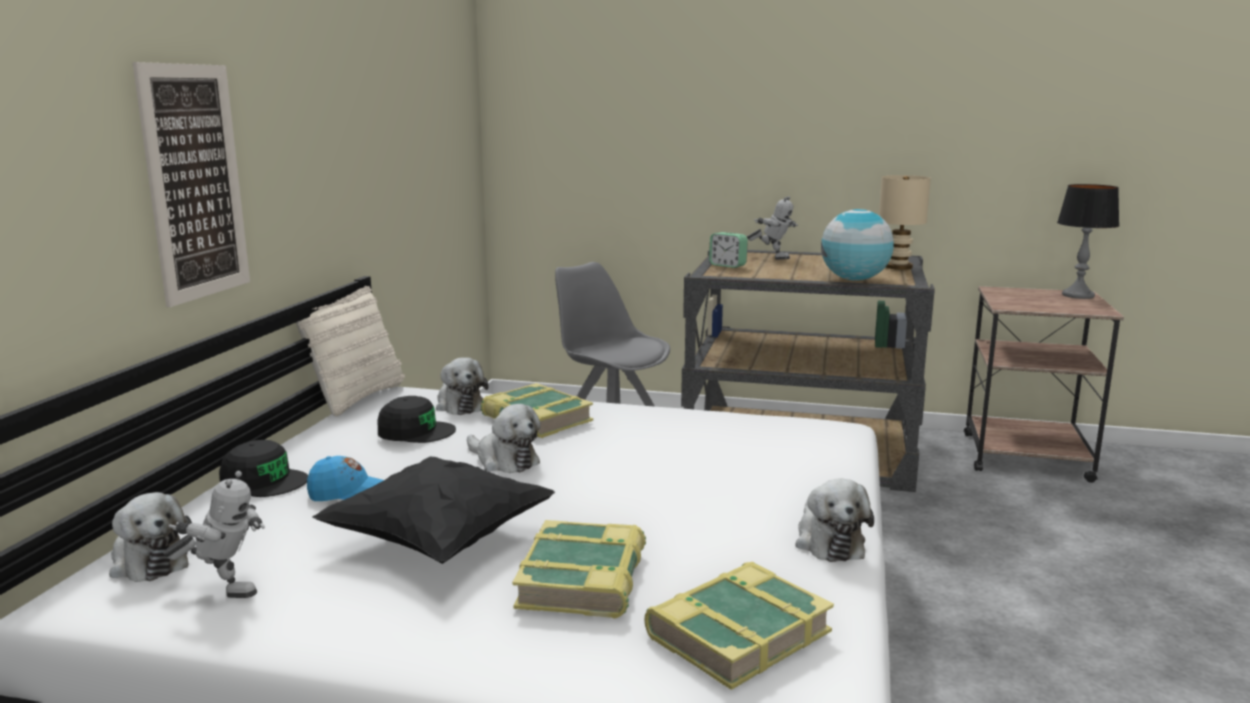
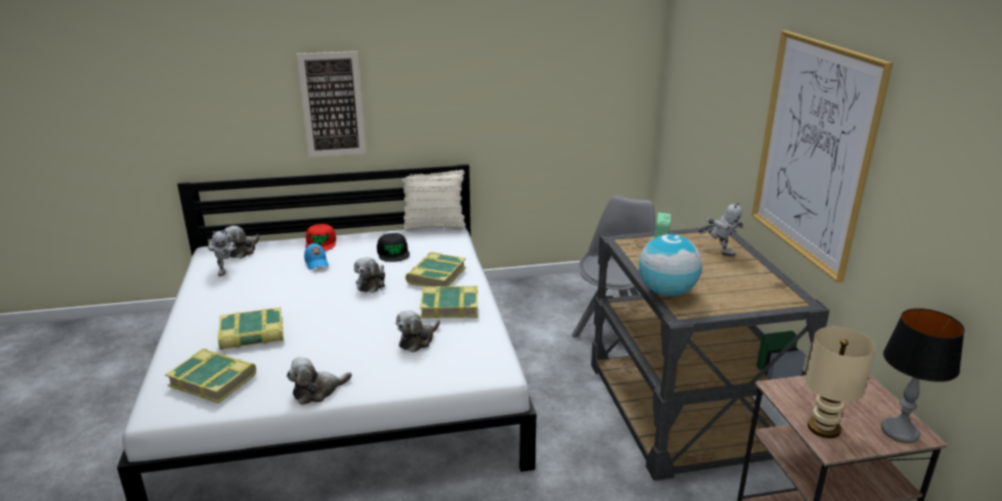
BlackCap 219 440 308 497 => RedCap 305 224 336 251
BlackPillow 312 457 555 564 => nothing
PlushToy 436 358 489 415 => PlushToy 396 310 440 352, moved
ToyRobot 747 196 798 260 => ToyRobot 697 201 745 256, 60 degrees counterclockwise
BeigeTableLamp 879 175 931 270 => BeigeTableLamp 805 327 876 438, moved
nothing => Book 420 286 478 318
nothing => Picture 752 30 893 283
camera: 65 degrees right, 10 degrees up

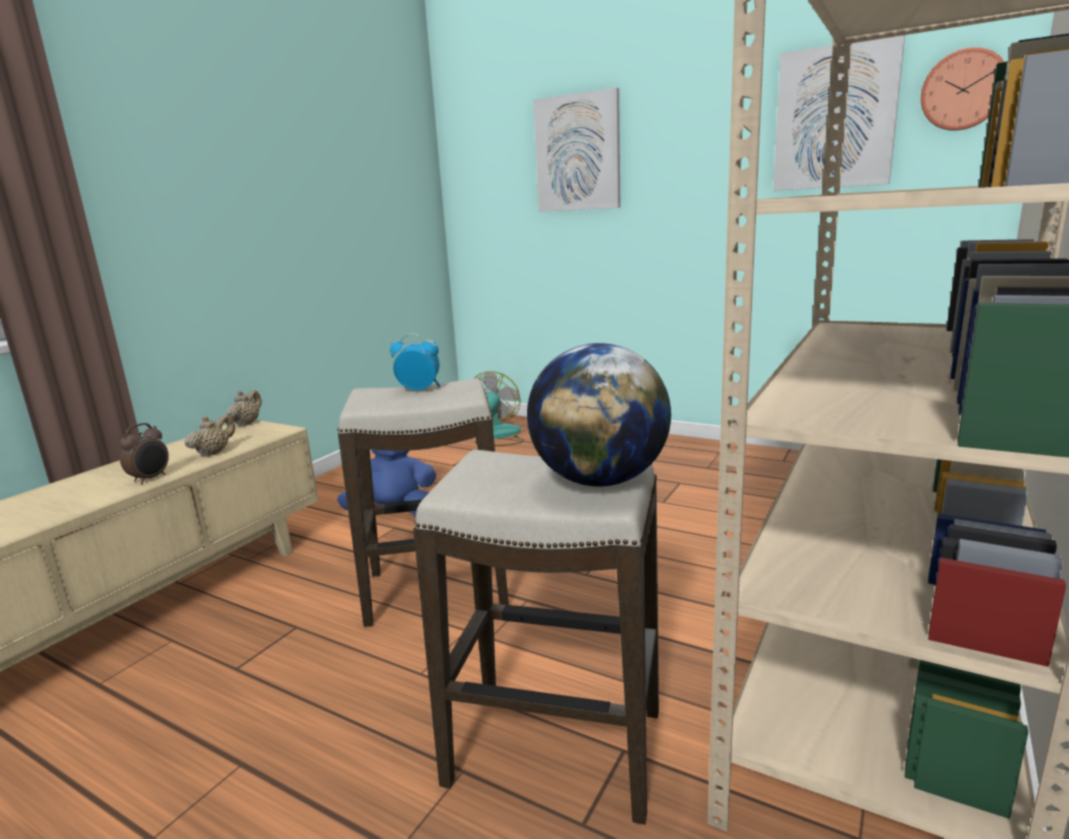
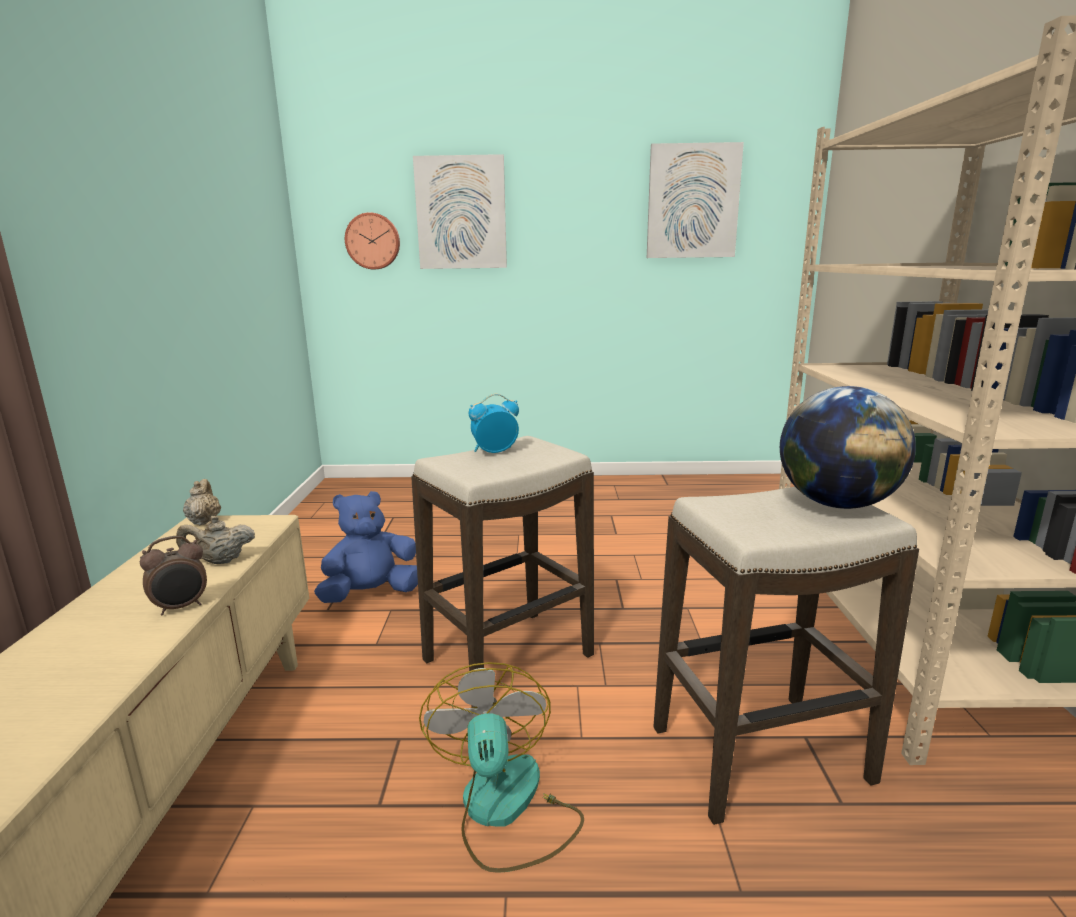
AlarmClock 120 423 169 484 => AlarmClock 140 536 207 615, 60 degrees clockwise
BeigeTeapot 185 414 235 456 => BeigeTeapot 176 516 255 564, 105 degrees counterclockwise
Fan 475 372 524 446 => Fan 419 662 584 873, moved
WallClock 921 47 1004 131 => WallClock 345 212 400 269, moved
camera: 30 degrees left, 0 degrees up

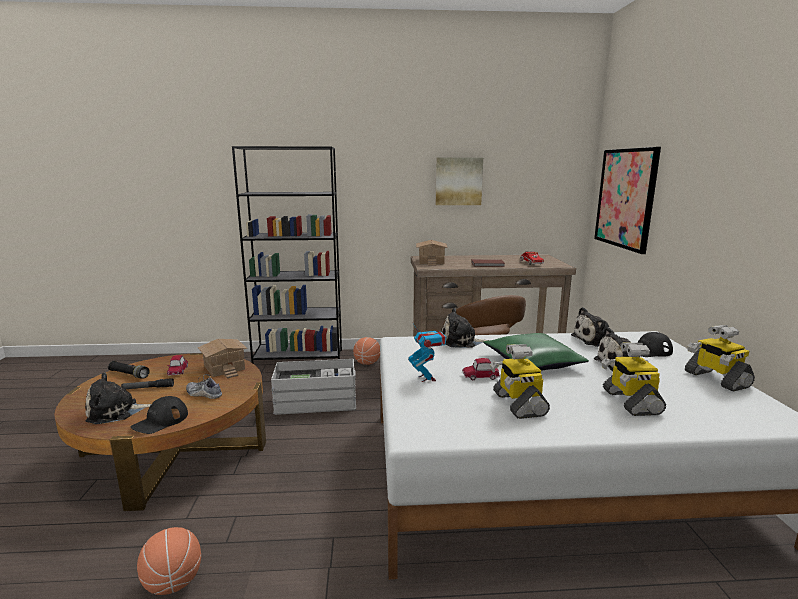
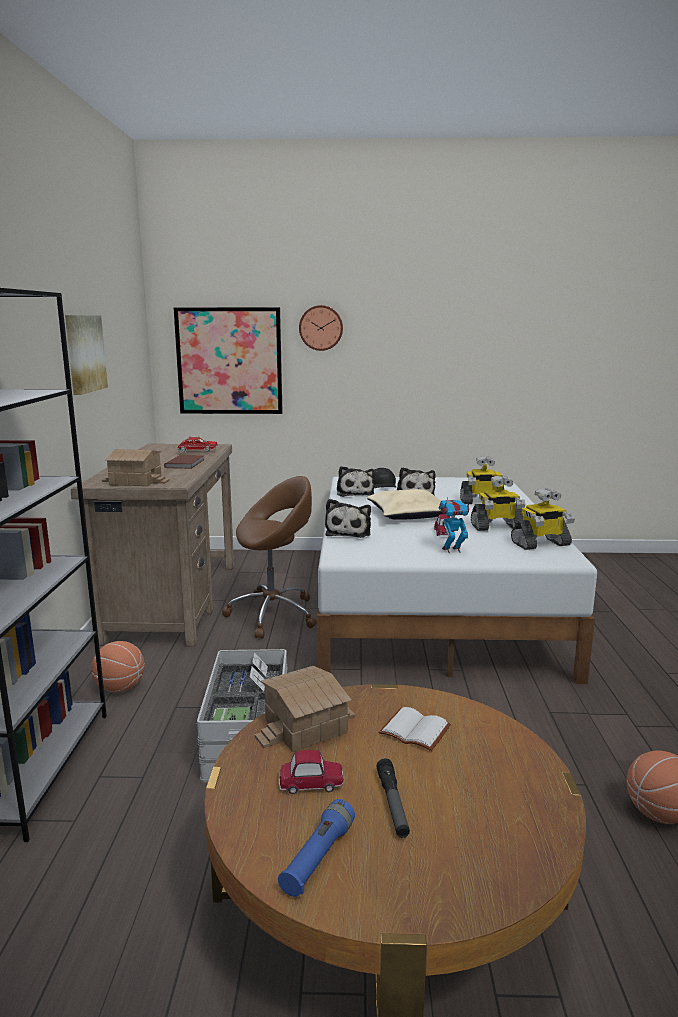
PlushToy 85 372 151 424 => nothing
BlackFlashlight 108 361 150 378 => BlueFlashlight 278 799 355 897
BlackCap 131 396 188 434 => nothing
Shoe 186 374 222 399 => WhiteBook 379 707 451 751
GreenPillow 483 333 589 371 => BeigePillow 367 489 443 520
ToyRobot 685 325 755 391 => ToyRobot 511 488 575 550, moved
nothing => WallClock 299 305 343 351
camera: 85 degrees left, 0 degrees up

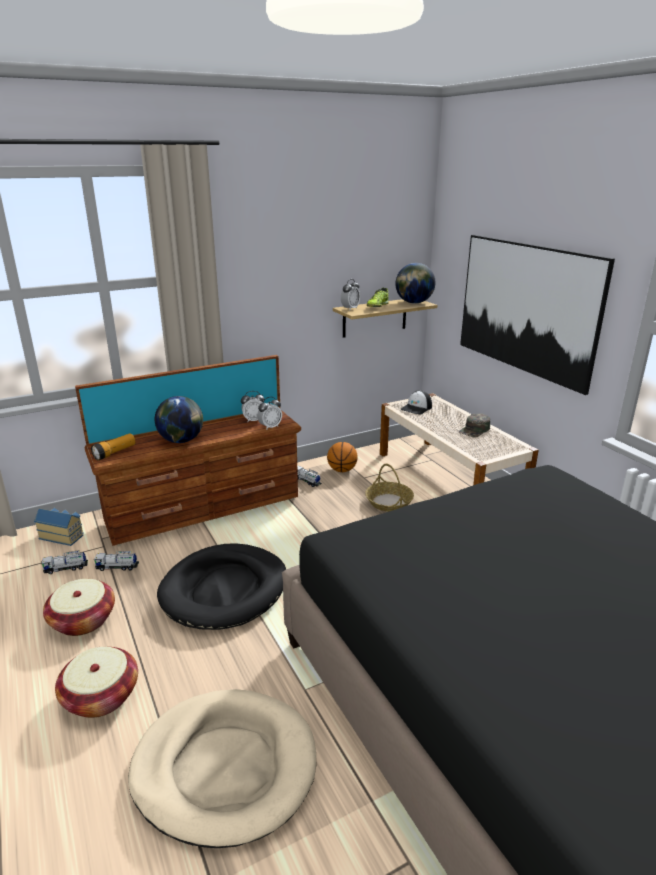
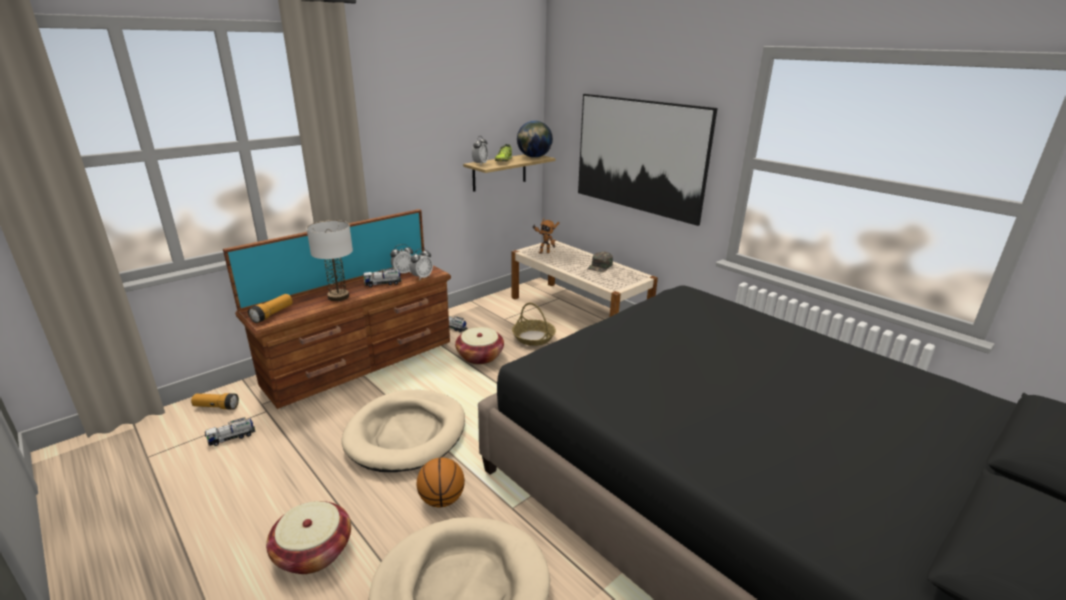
ToyHouse 34 508 84 546 => Flashlight 191 393 239 410
Basket 43 579 115 636 => Basket 455 327 504 365, moved
ToyTruck 94 551 139 571 => ToyTruck 363 268 402 287, moved
Globe 155 396 203 443 => TableLamp 306 220 353 301
BlackDogBed 157 543 286 630 => BeigeDogBed 341 390 465 472
Basketball 327 442 358 472 => Basketball 417 457 465 507, moved
Cap 401 390 432 415 => ToyRobot 532 218 559 254
camera: 15 degrees left, 0 degrees up

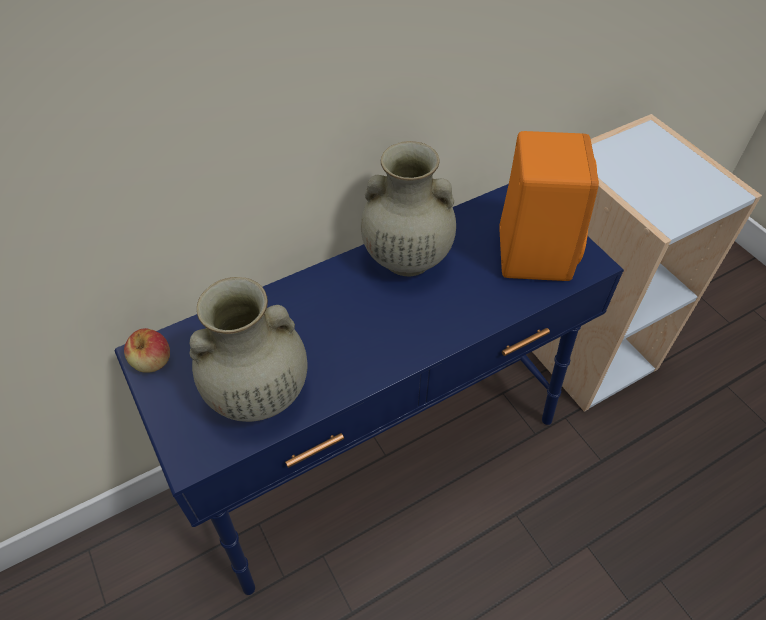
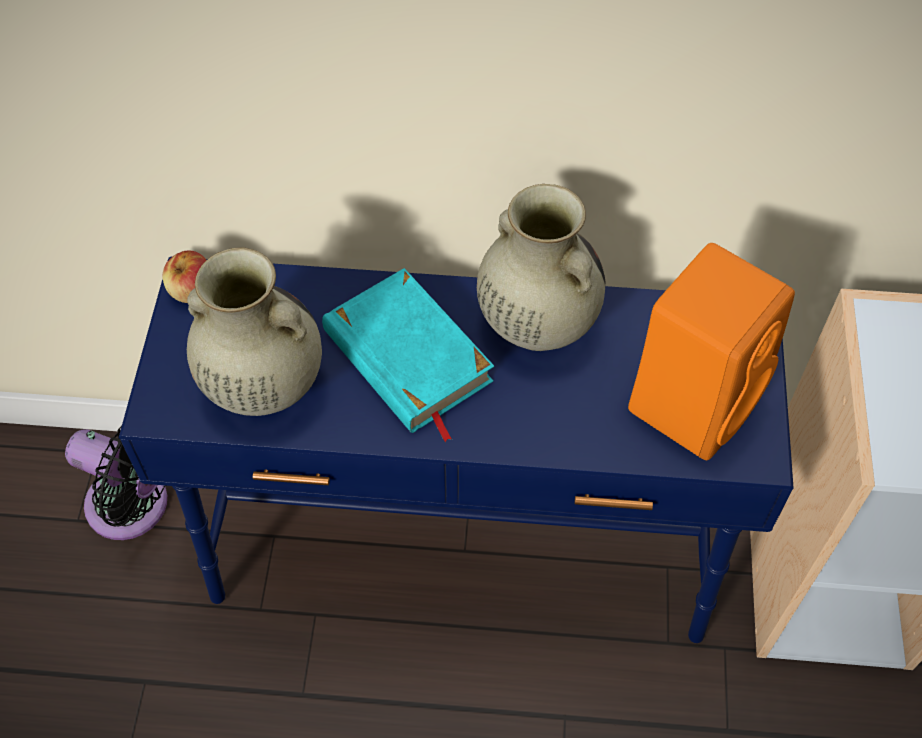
nothing => BlackFan 65 426 167 540
nothing => TurquoiseBook 322 268 494 443
camera: 35 degrees right, 5 degrees up

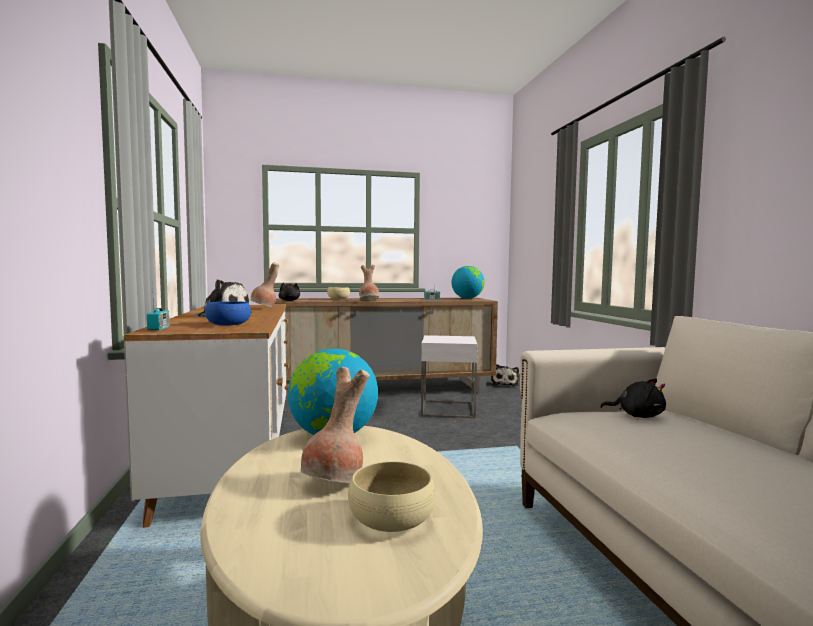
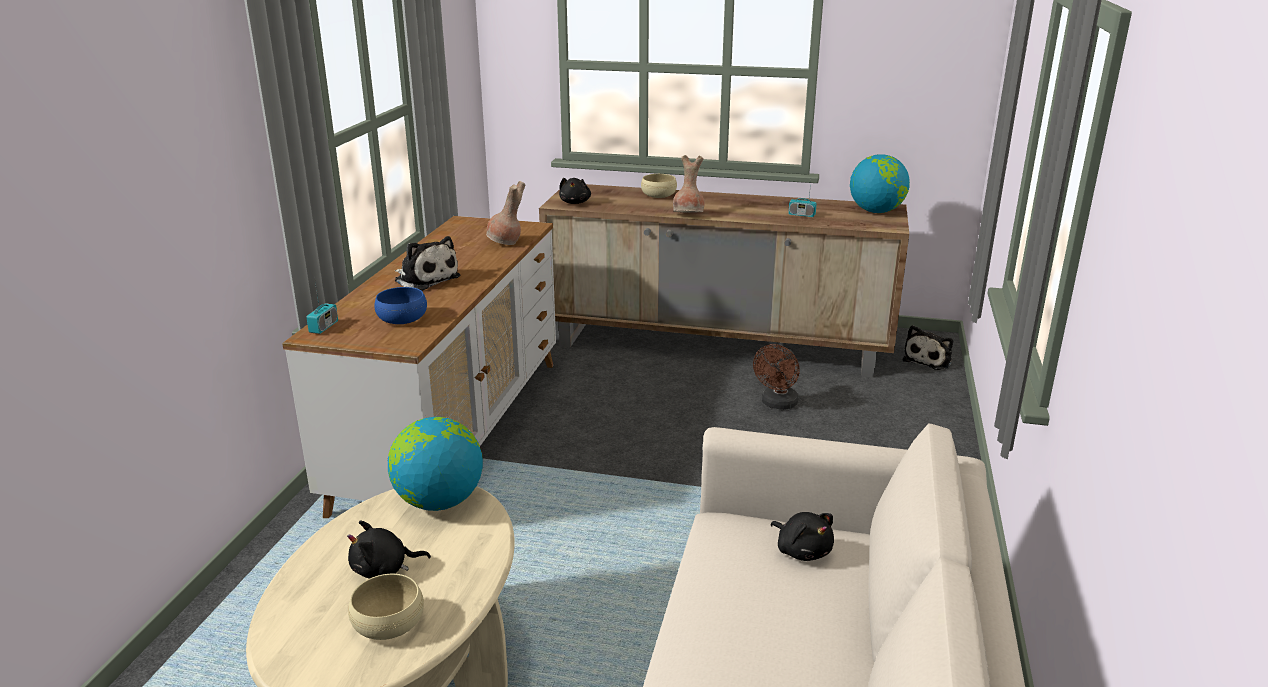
BrownVase 300 367 370 483 => BlackPlushToy 347 521 431 579
WhiteSideTable 421 335 477 418 => BrownFan 753 344 800 410
camera: 25 degrees right, 20 degrees up

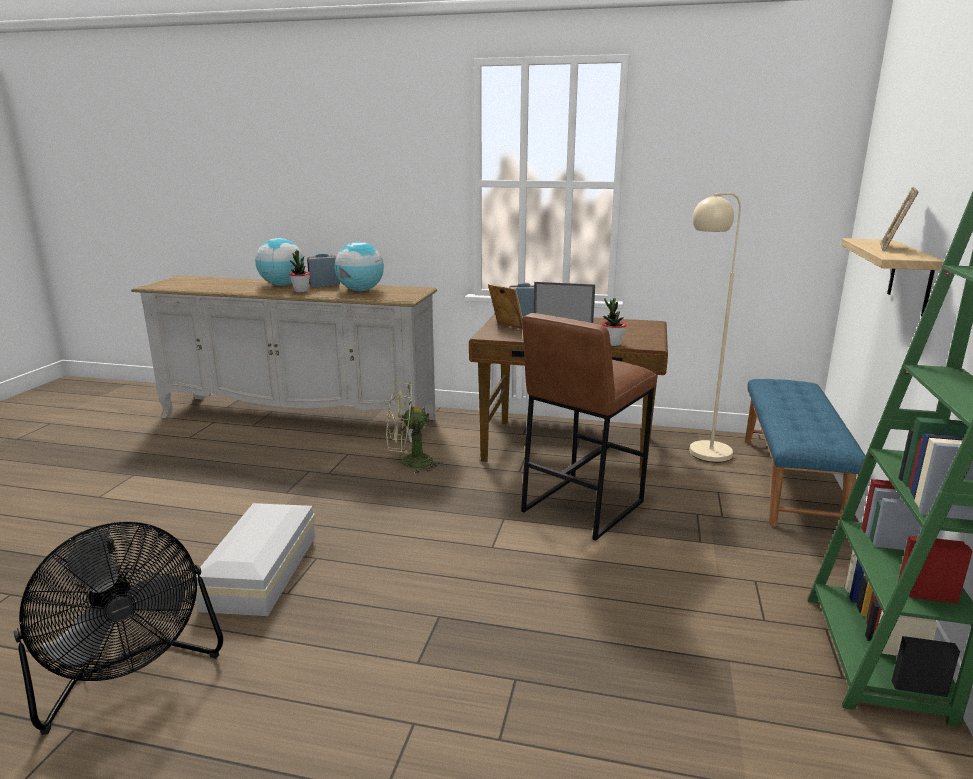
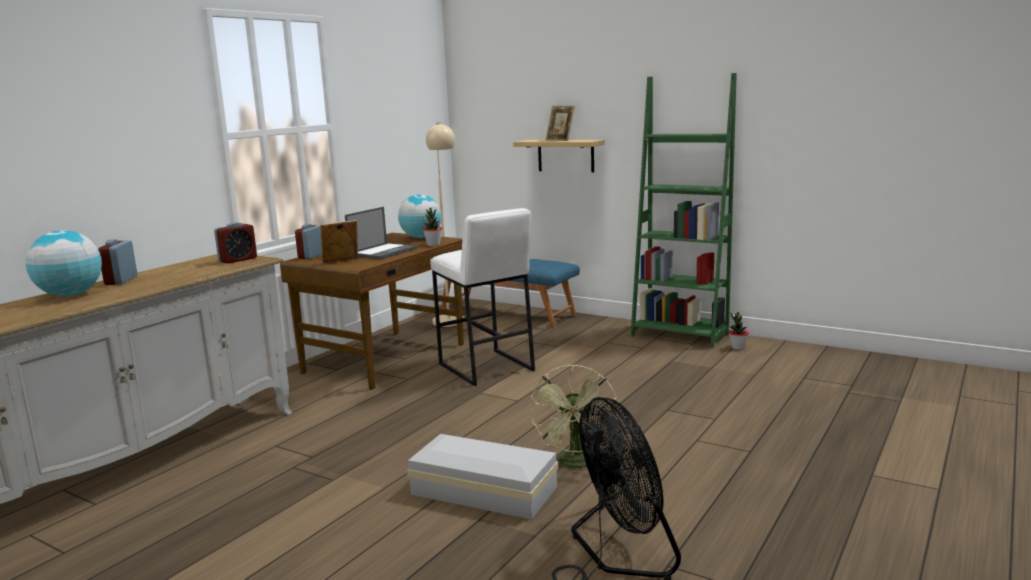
PottedPlant 289 250 311 292 => PottedPlant 729 312 749 350, moved
Globe 335 242 384 291 => Globe 398 194 442 238, moved
GreenFan 386 382 443 474 => GreenFan 530 364 619 468, moved
BrownStool 521 313 656 541 => WhiteStool 430 208 535 386
nothing => AlarmClock 214 222 257 264
camera: 70 degrees left, 5 degrees down

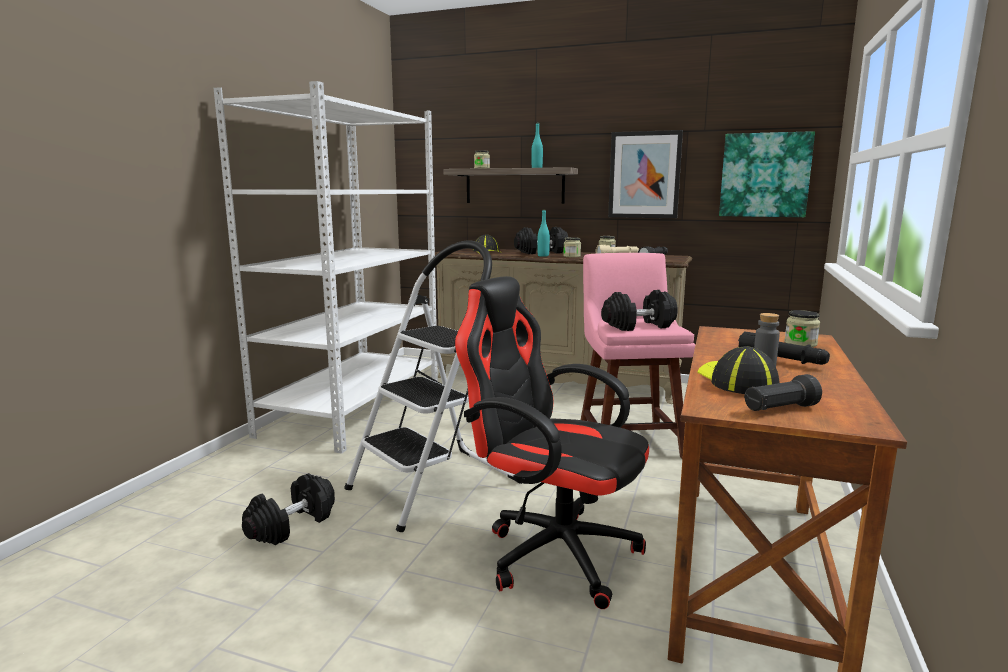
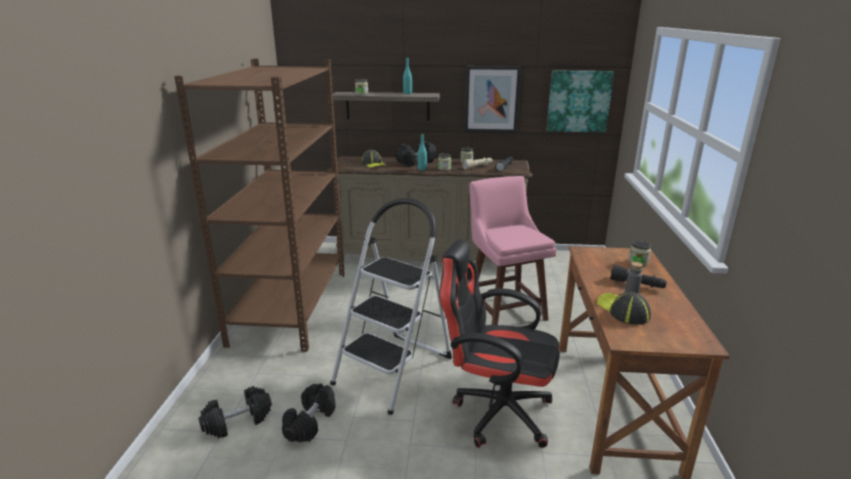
WhiteBookcase 214 81 438 454 => BrownBookcase 174 59 345 352
BlackDumbbell 601 290 678 331 => BlackDumbbell 198 386 272 438, moved
BlackFlashlight 744 374 822 411 => nothing
camera: 15 degrees left, 10 degrees up

